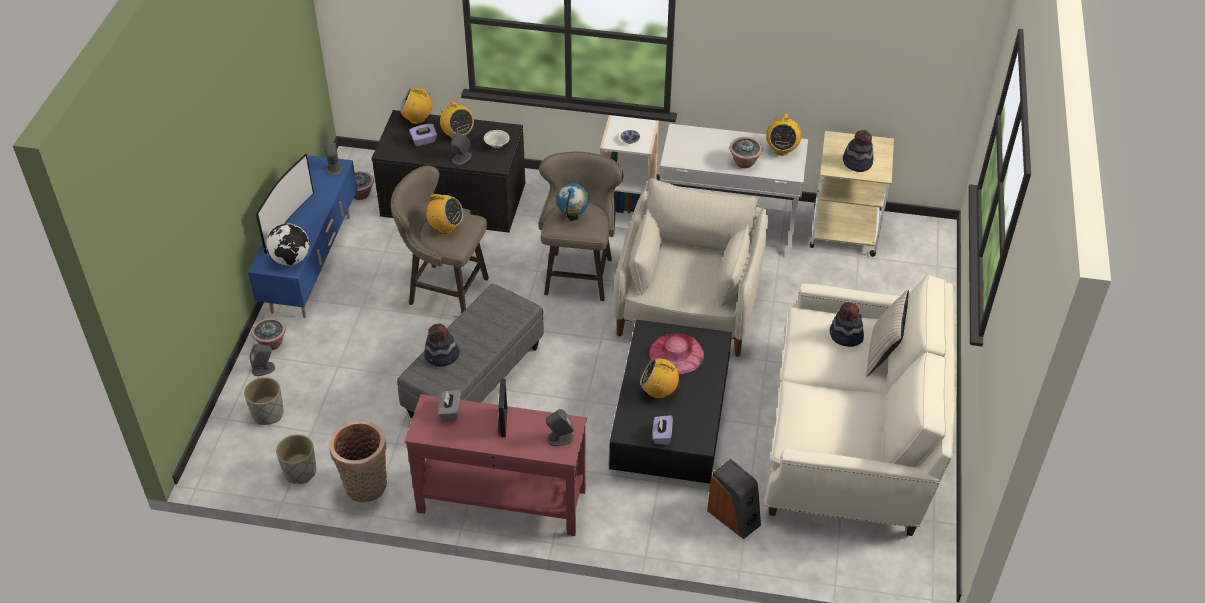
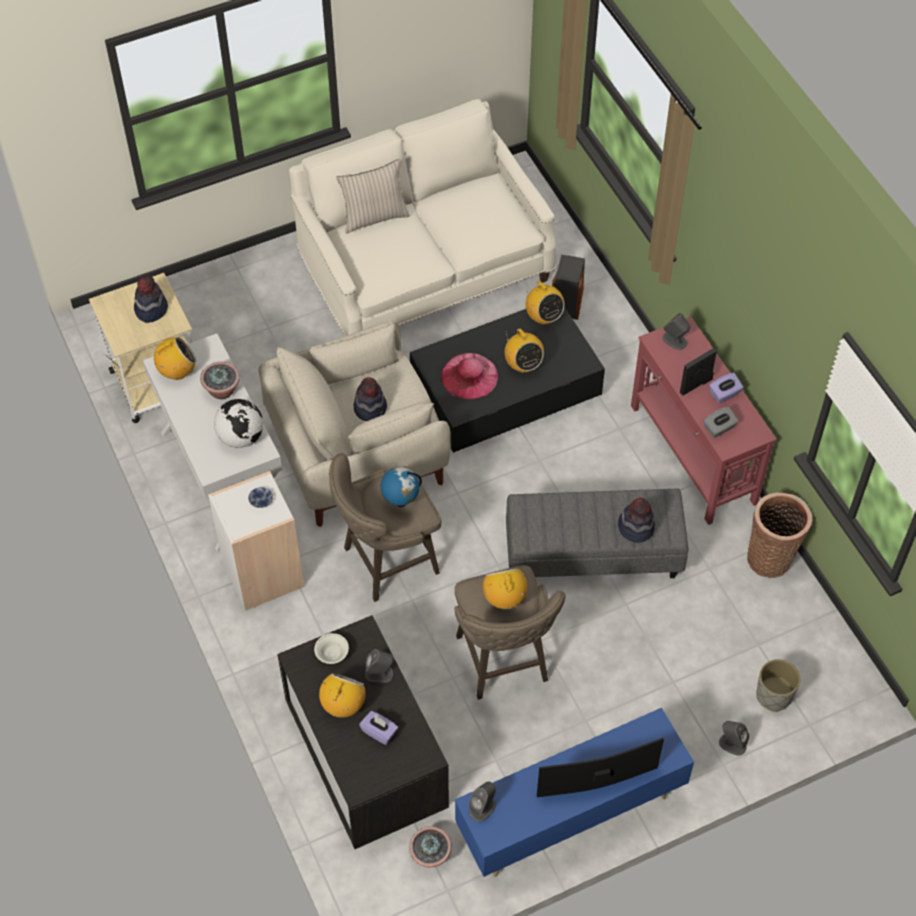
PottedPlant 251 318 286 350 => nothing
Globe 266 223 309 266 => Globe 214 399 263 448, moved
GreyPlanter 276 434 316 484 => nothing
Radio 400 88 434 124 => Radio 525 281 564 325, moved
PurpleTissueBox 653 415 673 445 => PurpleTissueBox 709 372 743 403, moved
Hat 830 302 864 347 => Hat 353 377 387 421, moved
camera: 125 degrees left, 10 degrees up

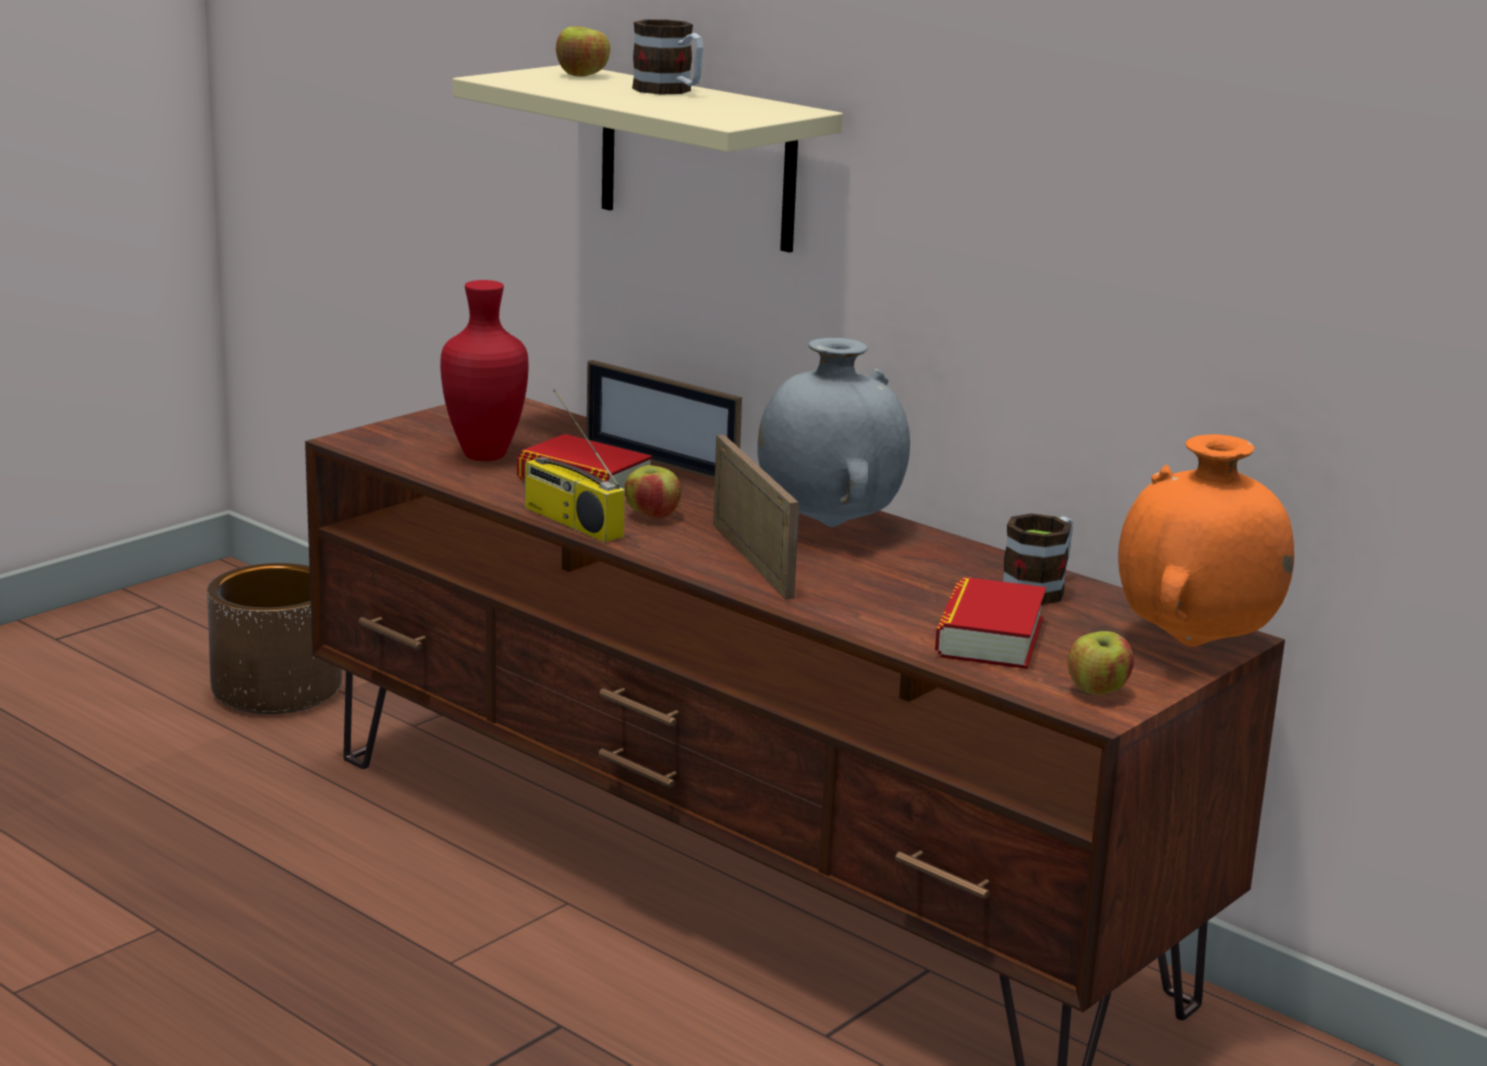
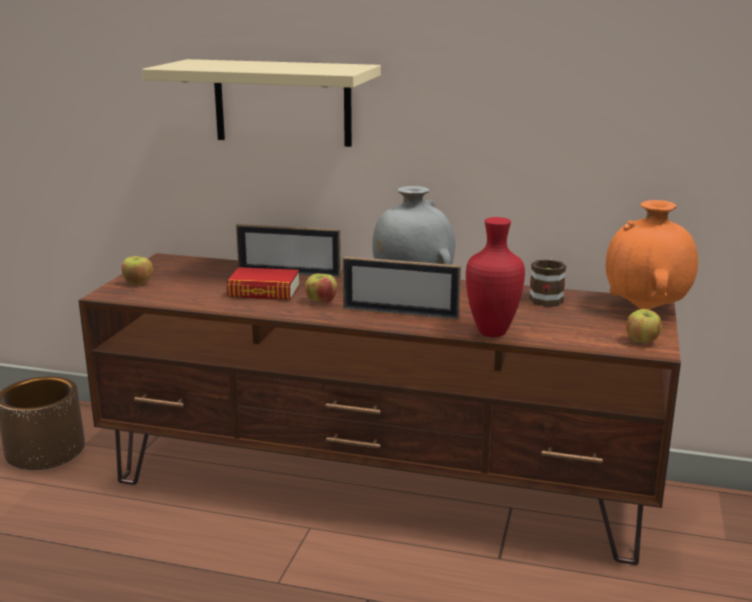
RedVase 440 280 529 461 => RedVase 466 217 525 337, moved
Radio 525 389 625 542 => nothing
Apple 556 26 610 77 => Apple 121 256 153 285, moved
Mug 632 19 703 94 => nothing
PictureFrame 713 434 799 600 => PictureFrame 342 256 461 320, 150 degrees clockwise
Book 935 577 1046 669 => nothing
camera: 25 degrees left, 0 degrees up

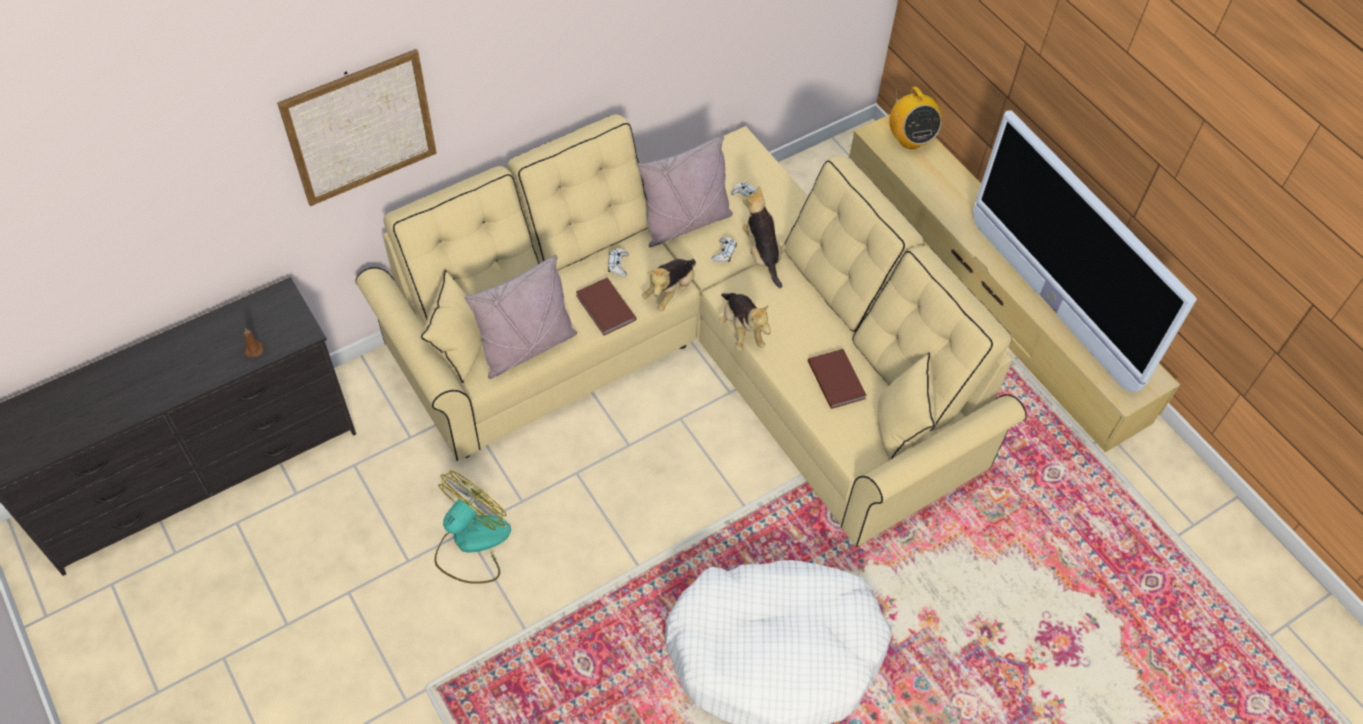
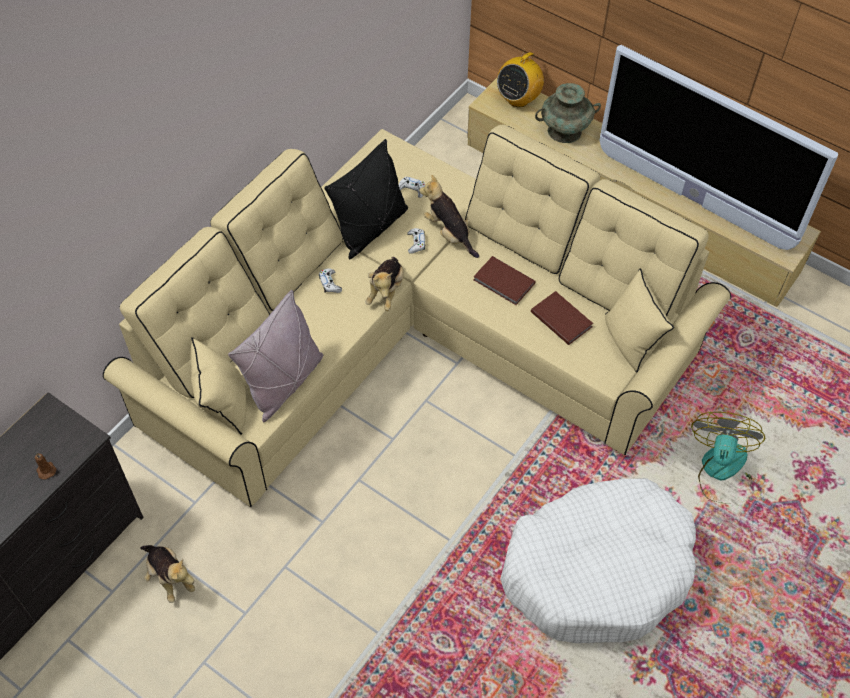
Picture 277 49 437 206 => nothing
Fan 435 470 511 584 => Fan 691 412 766 504, moved
BrownBook 576 278 637 336 => BrownBook 473 256 535 305, moved
PurplePillow 637 135 733 248 => BlackPillow 324 139 408 259
PlushToy 719 293 771 351 => PlushToy 140 545 195 603, moved
Radio 889 87 942 149 => Radio 497 49 544 107, 75 degrees clockwise
nothing => TurquoiseVase 535 83 601 143
camera: 20 degrees left, 0 degrees up

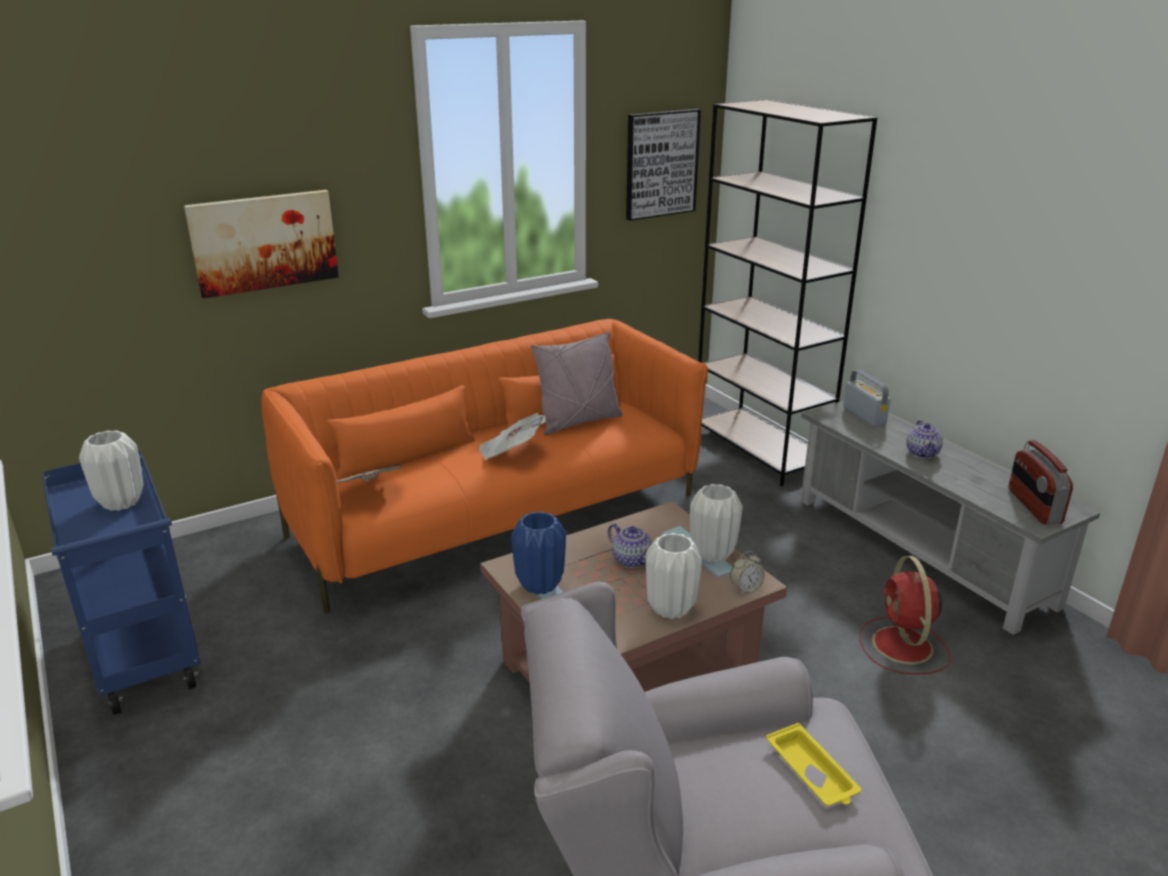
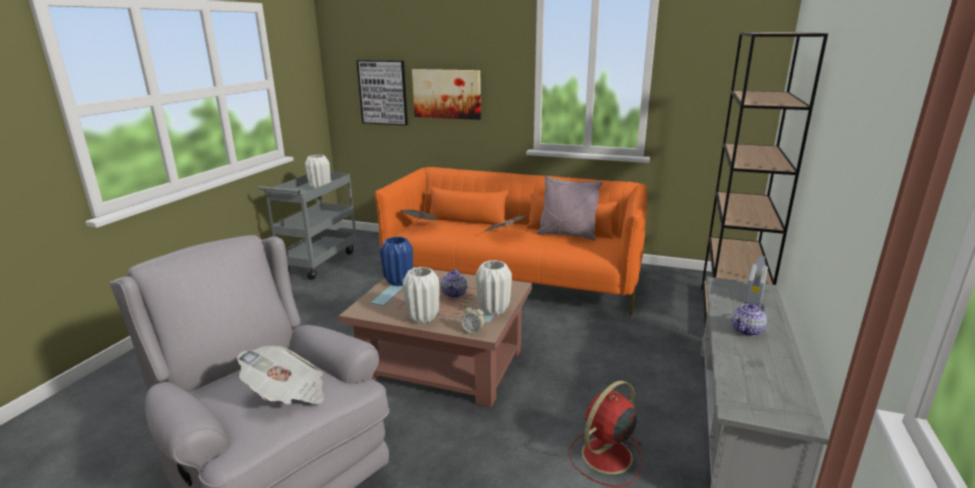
BlueCart 42 451 201 715 => GreyCart 258 172 357 280
Picture 626 109 701 221 => Picture 357 60 408 126, moved
YellowTray 766 723 861 806 => Newspaper 237 346 324 405
Radio 1009 440 1073 525 => nothing
camera: 50 degrees right, 5 degrees down

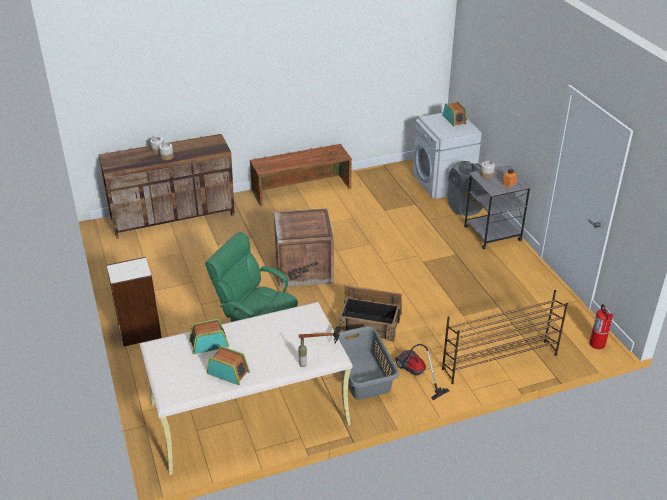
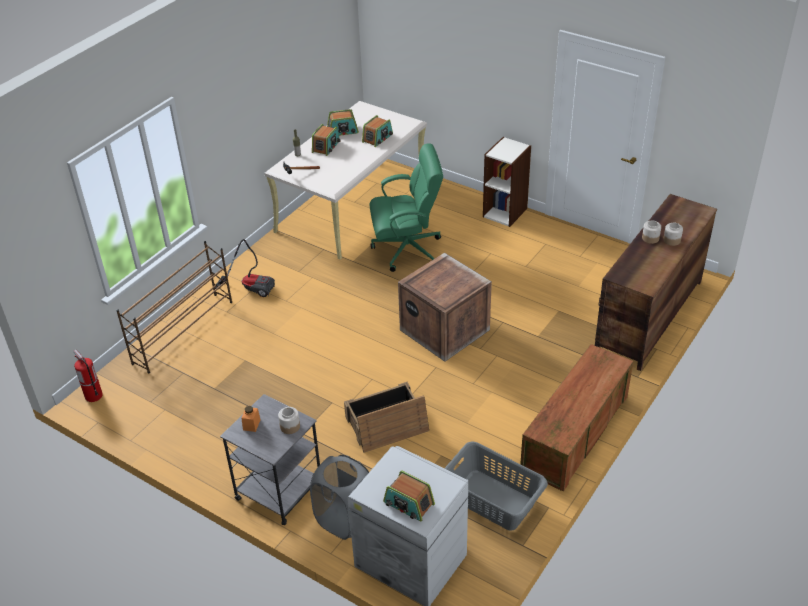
Crate 338 285 401 341 => Crate 344 382 429 453, moved
GreyLaundryBasket 338 326 399 400 => GreyLaundryBasket 444 442 548 531, moved
nothing => Radio 312 124 341 156
camera: 145 degrees right, 5 degrees up

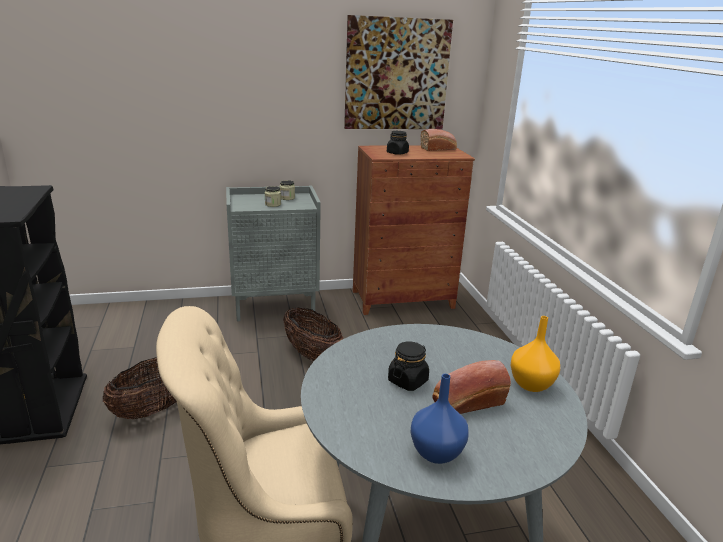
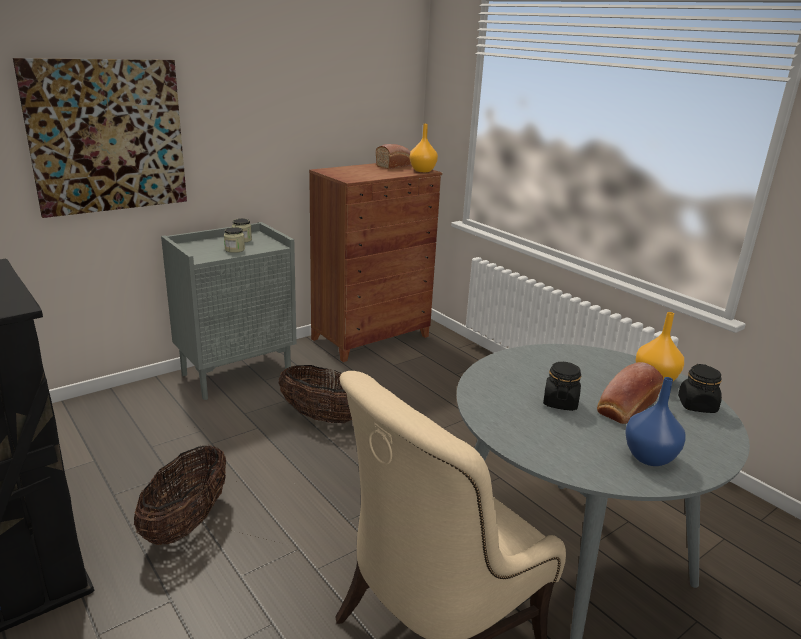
Picture 344 15 453 129 => Picture 13 58 187 218, moved
BlackJar 387 131 409 155 => BlackJar 678 364 722 413, moved
nothing => OrangeVase 410 124 438 172
camera: 25 degrees left, 0 degrees up

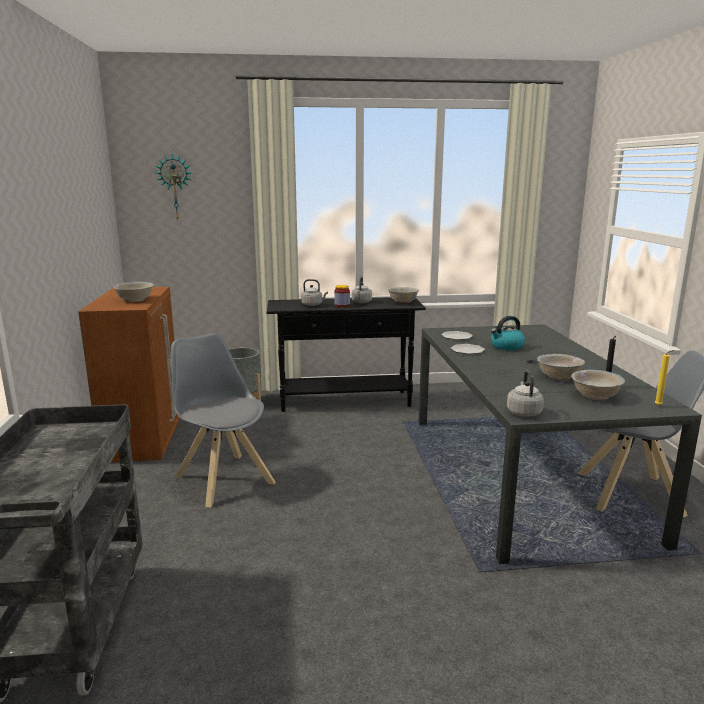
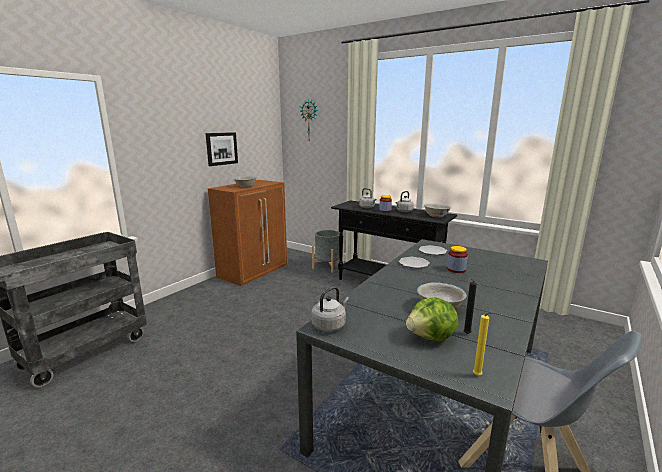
GreyChair 171 333 275 508 => nothing
Kettle 491 316 525 350 => Jar 447 246 468 273
WhiteBowl 571 369 625 400 => Lettuce 406 297 458 341
nothing => Picture 205 132 238 166
camera: 40 degrees right, 0 degrees up

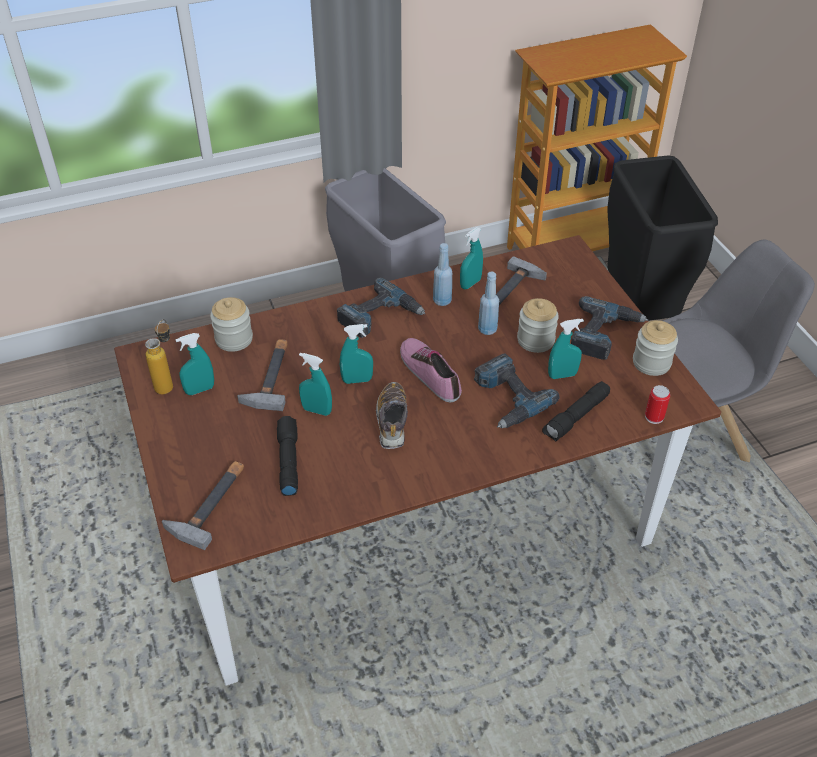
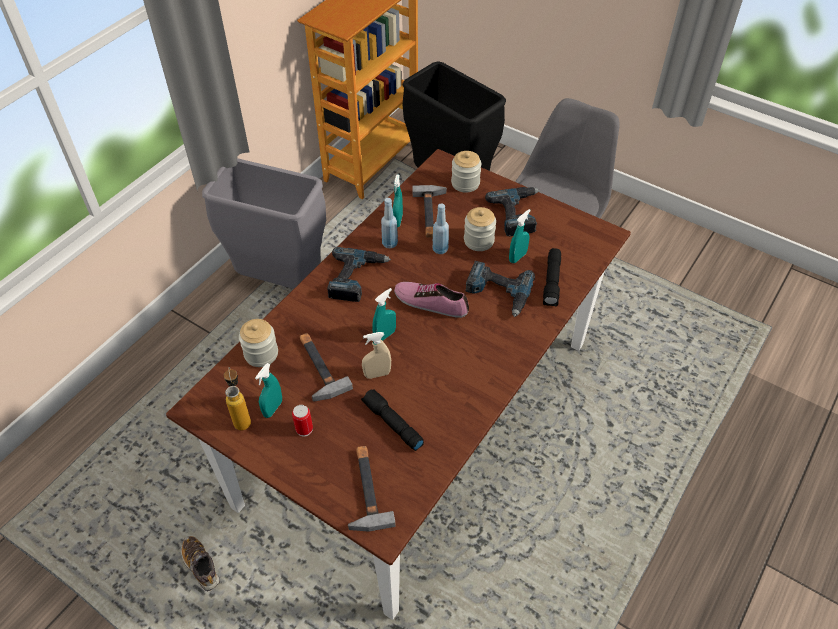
TurquoiseSprayBottle 299 353 332 416 => BeigeSprayBottle 362 332 391 379
Shoe 376 382 408 449 => Shoe 181 536 220 592, moved
Jar 633 320 678 376 => Jar 451 151 481 193, moved
Can 645 385 670 424 => Can 292 405 313 437, moved
camera: 35 degrees left, 5 degrees up

